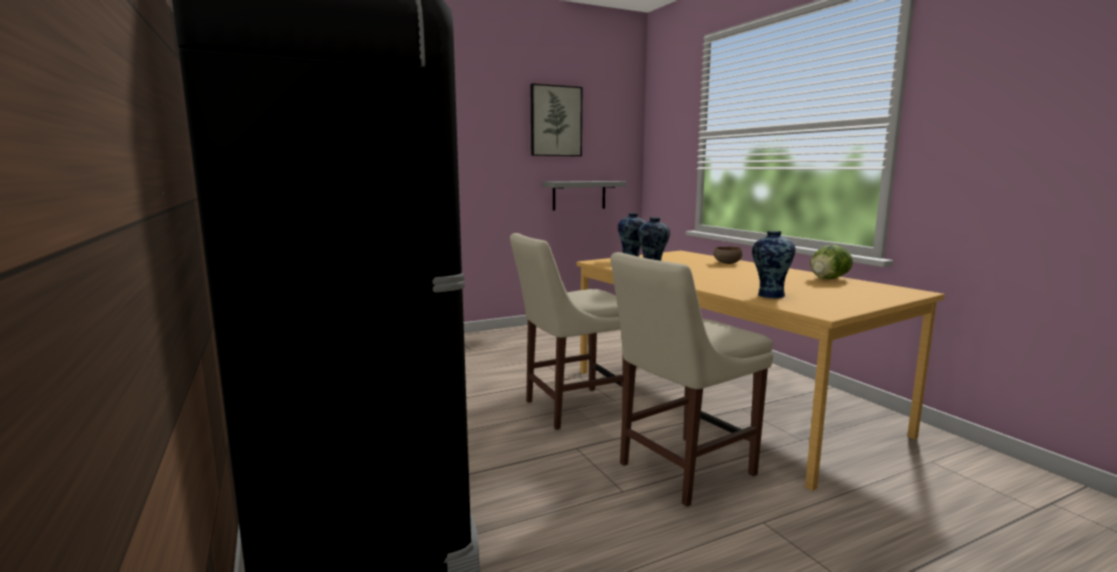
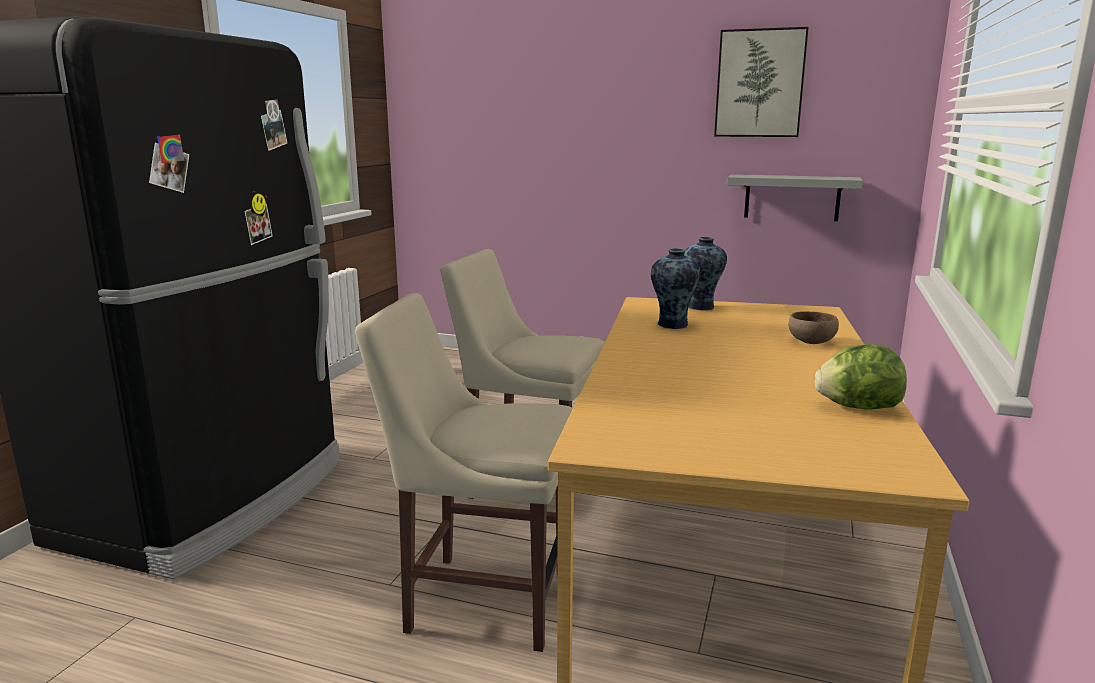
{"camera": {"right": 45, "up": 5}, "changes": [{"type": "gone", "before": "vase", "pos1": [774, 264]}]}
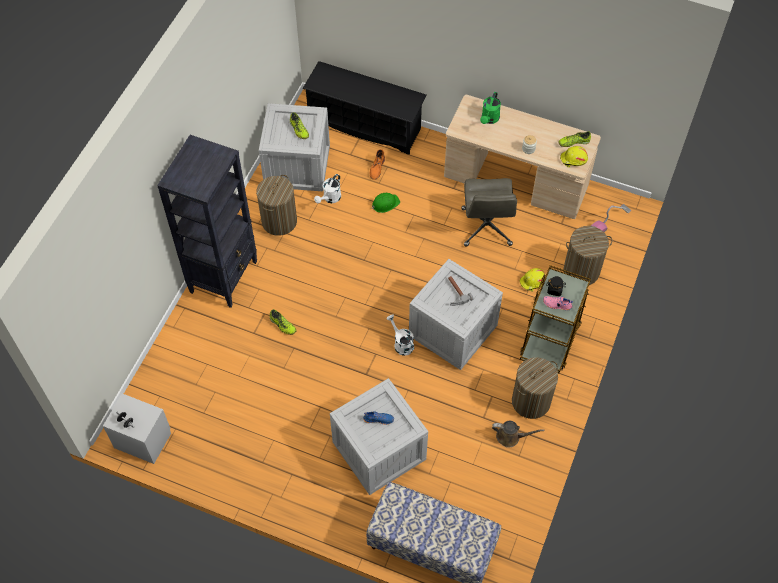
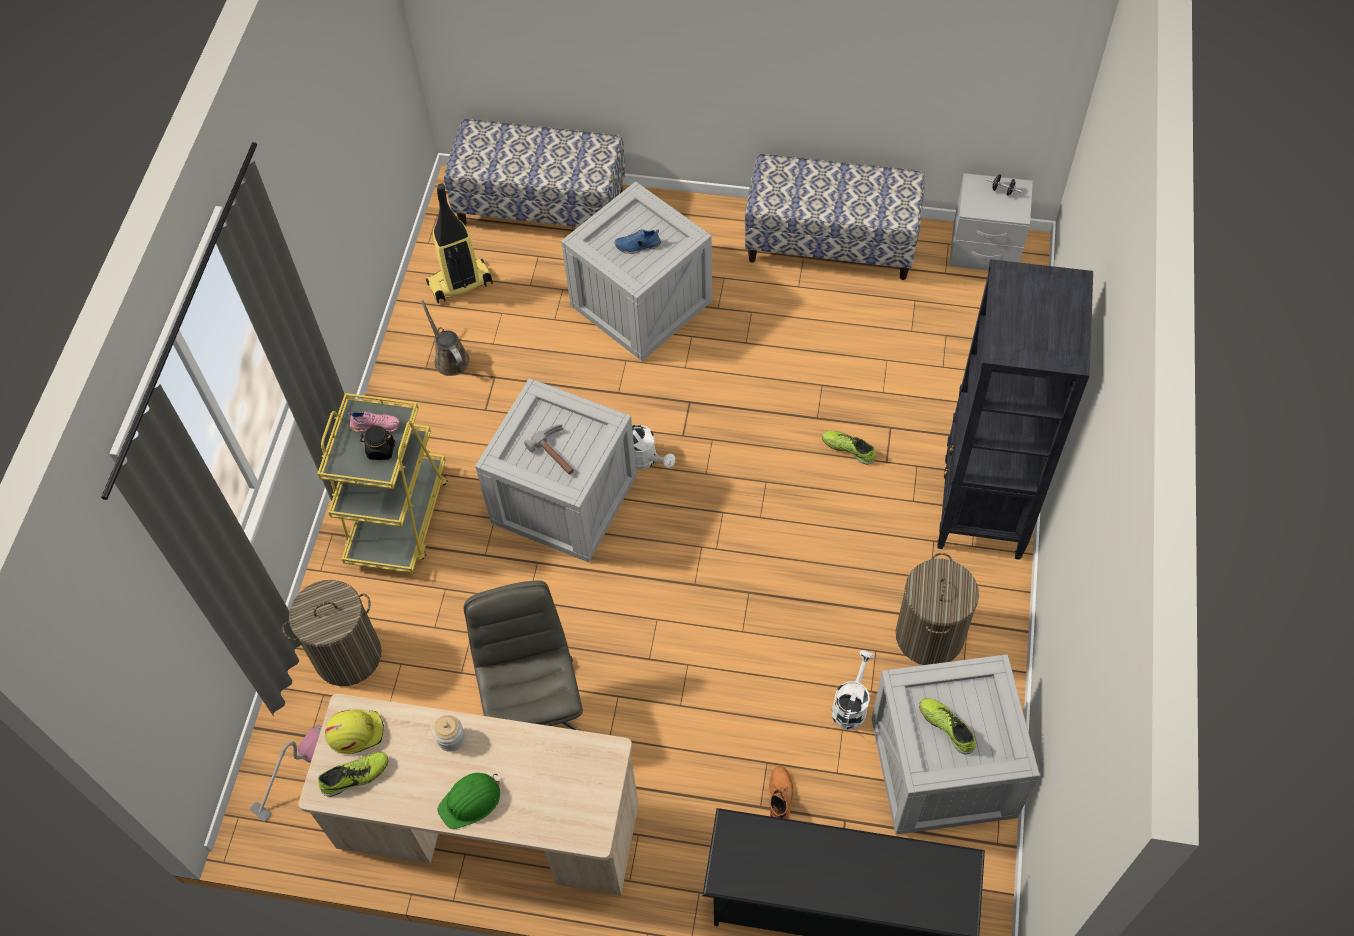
{"camera": {"right": 170, "up": 0}, "changes": [{"type": "repainted", "before": "brown cart", "after": "yellow cart", "pos1": [555, 319], "pos2": [382, 483]}, {"type": "rotated", "before": "brown watering can", "pos1": [518, 434], "pos2": [445, 338], "turn": 60}, {"type": "new", "after": "vacuum cleaner", "pos2": [459, 243]}, {"type": "shifted", "before": "green hard hat", "pos1": [386, 203], "pos2": [469, 801]}, {"type": "new", "after": "bench", "pos2": [835, 217]}, {"type": "gone", "before": "green watering can", "pos1": [490, 108]}, {"type": "gone", "before": "laundry basket", "pos1": [535, 388]}, {"type": "gone", "before": "yellow hard hat", "pos1": [532, 280]}]}
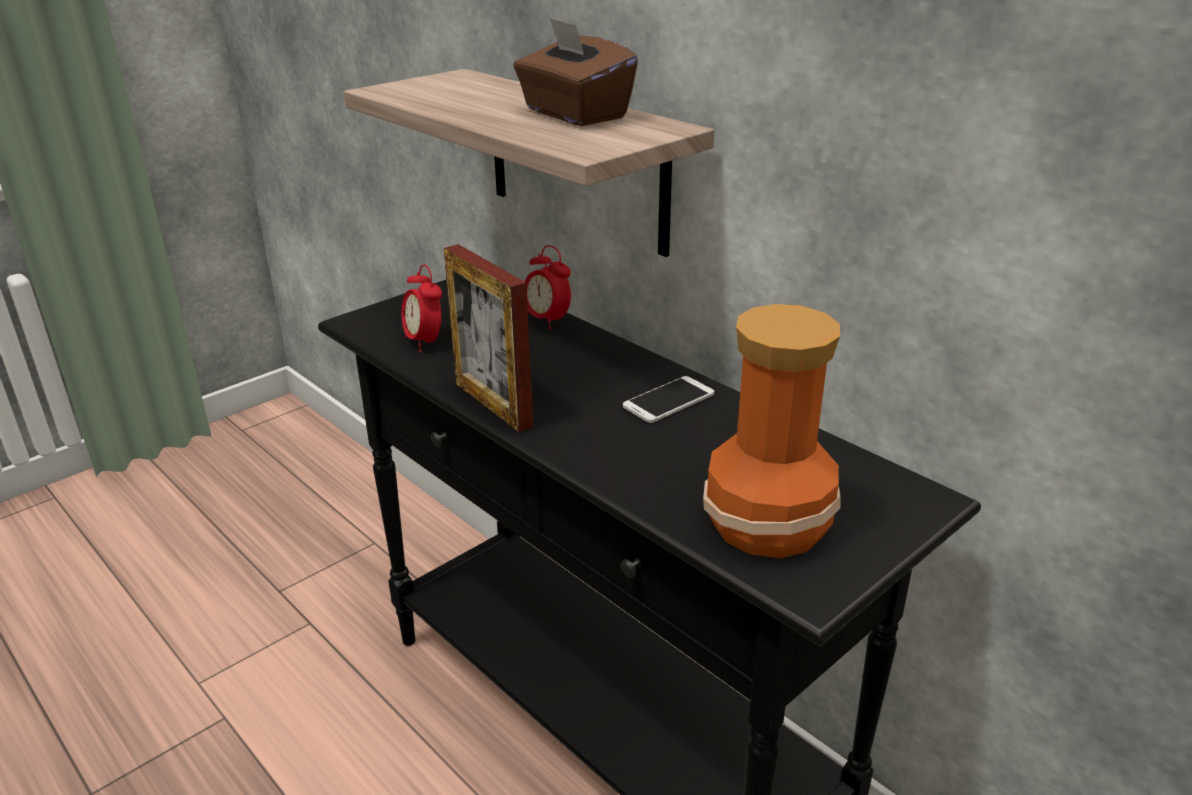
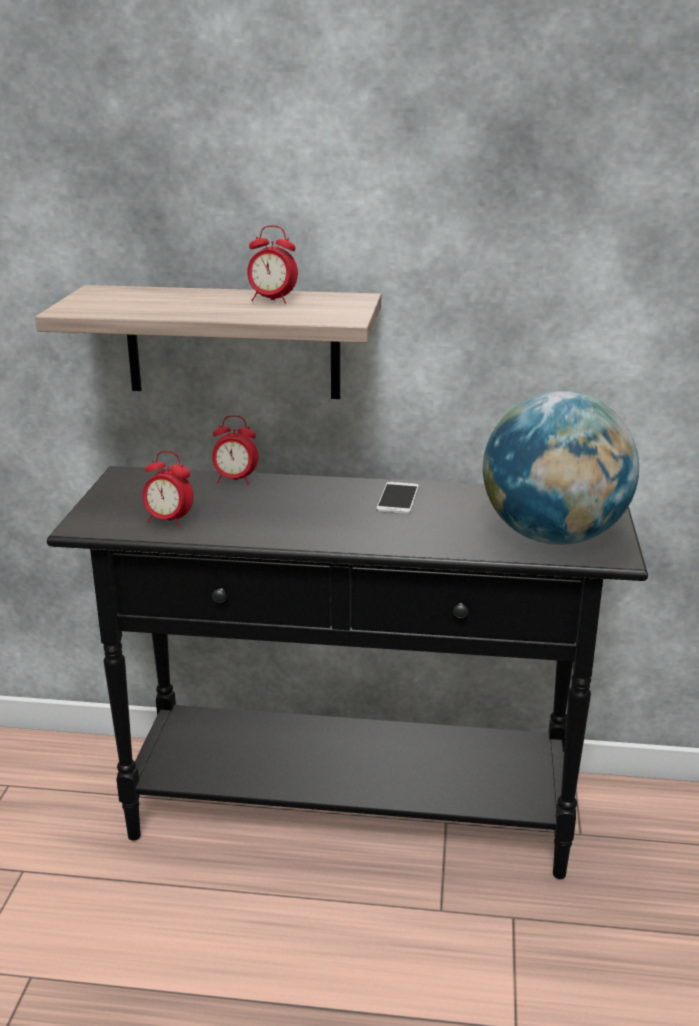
{"camera": {"right": -40, "up": -5}, "changes": [{"type": "swapped", "before": "brown tissue box", "after": "alarm clock", "pos1": [576, 71], "pos2": [272, 264]}, {"type": "swapped", "before": "vase", "after": "globe", "pos1": [772, 431], "pos2": [561, 468]}, {"type": "gone", "before": "picture frame", "pos1": [488, 338]}]}
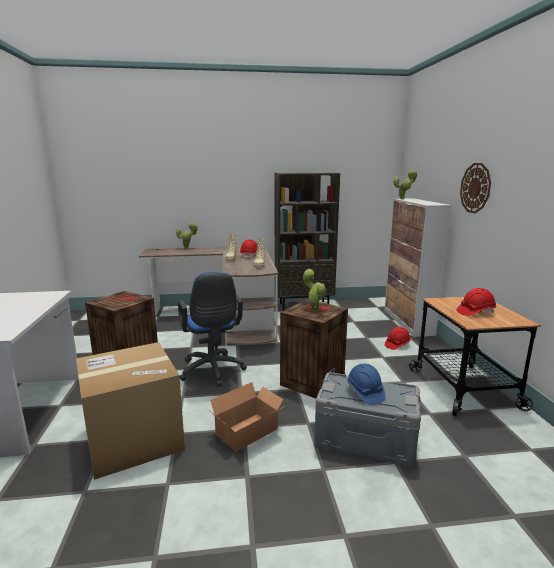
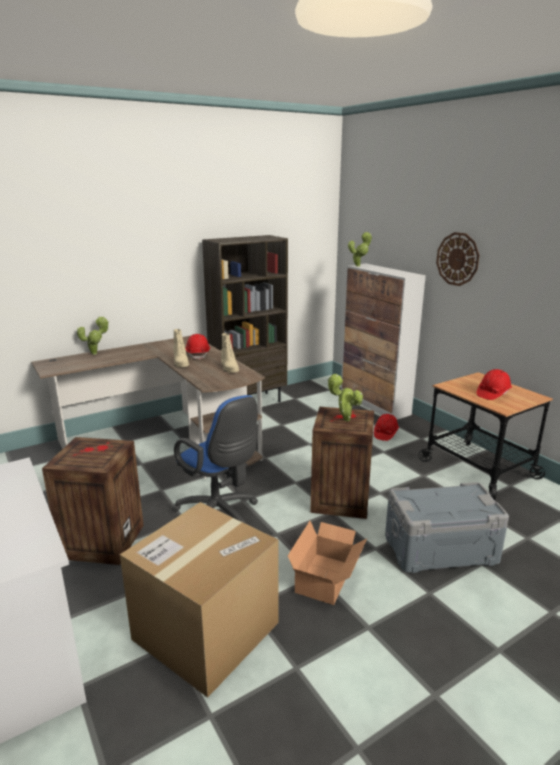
{"camera": {"right": -25, "up": 5}, "changes": [{"type": "gone", "before": "blue hard hat", "pos1": [366, 384]}]}
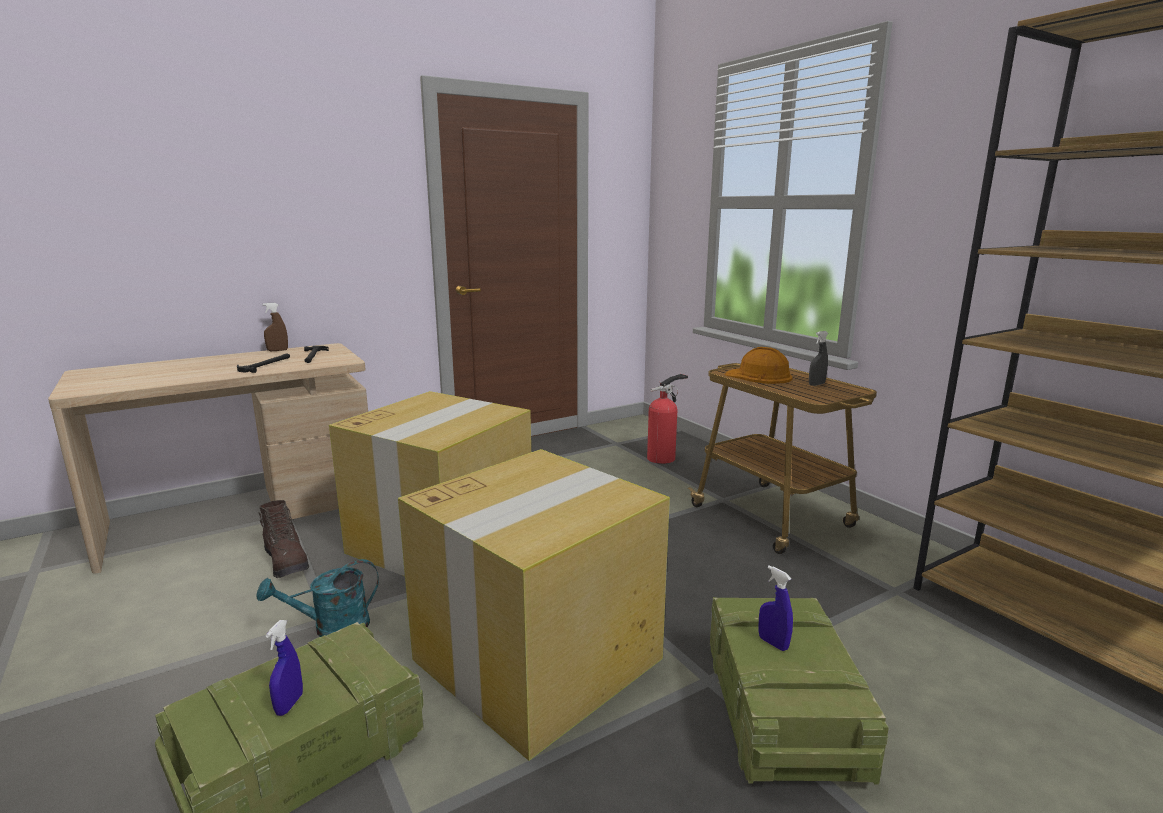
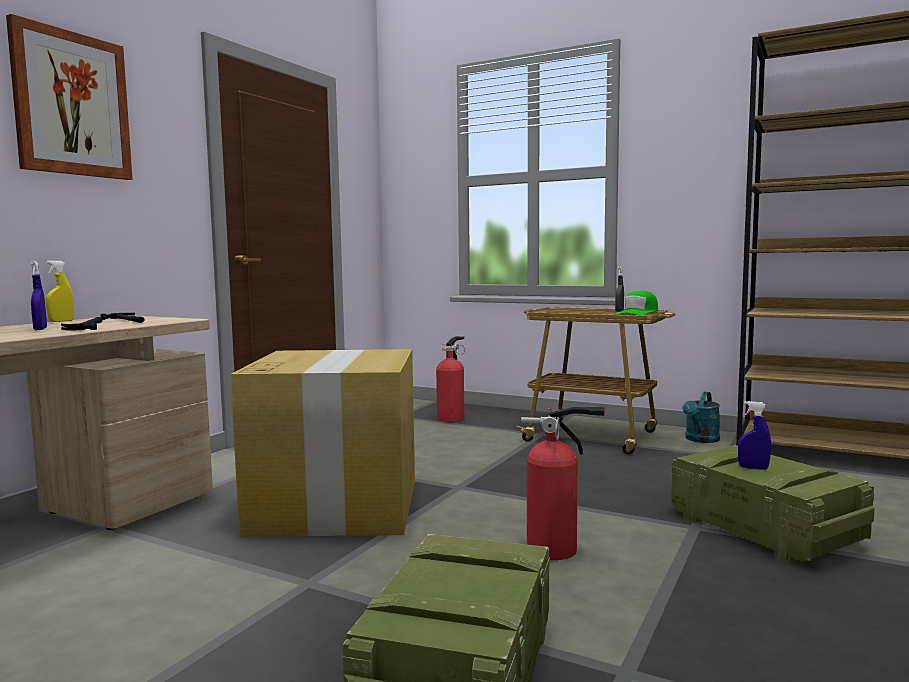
{"camera": {"right": -30, "up": -10}, "changes": [{"type": "new", "after": "picture", "pos2": [69, 97]}, {"type": "shifted", "before": "blue spray bottle", "pos1": [284, 668], "pos2": [39, 295]}, {"type": "repainted", "before": "brown spray bottle", "after": "yellow spray bottle", "pos1": [275, 327], "pos2": [60, 291]}, {"type": "swapped", "before": "cardboard box", "after": "fire extinguisher", "pos1": [534, 605], "pos2": [563, 483]}, {"type": "new", "after": "green cap", "pos2": [637, 303]}, {"type": "shifted", "before": "turquoise watering can", "pos1": [317, 598], "pos2": [701, 417]}, {"type": "gone", "before": "brown boot", "pos1": [283, 539]}, {"type": "gone", "before": "orange hard hat", "pos1": [759, 365]}]}
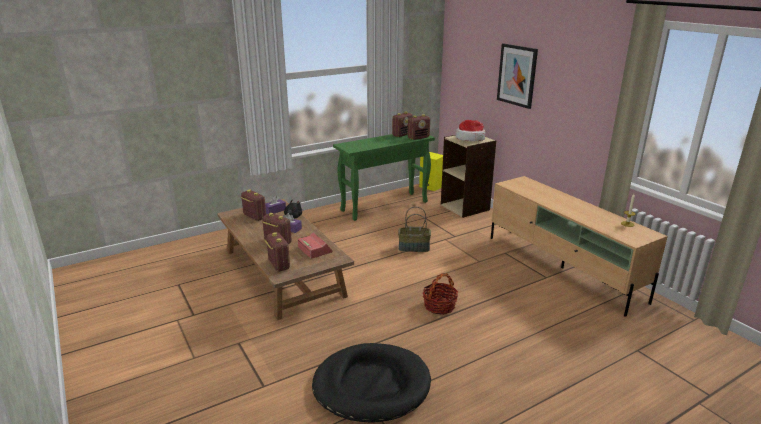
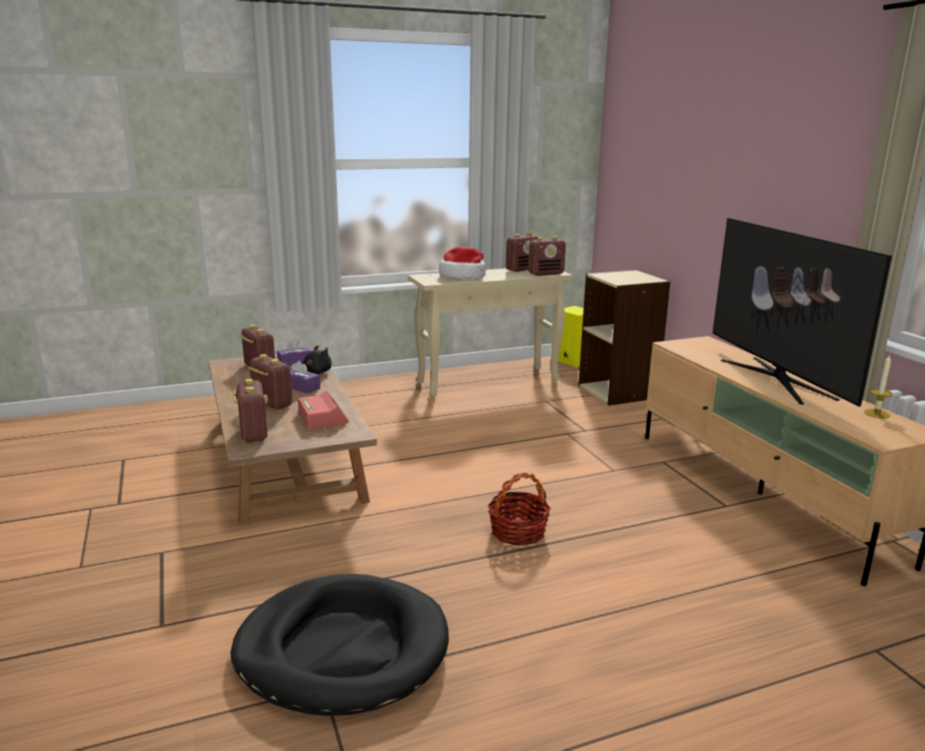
{"camera": {"right": 10, "up": -5}, "changes": [{"type": "repainted", "before": "green console table", "after": "beige console table", "pos1": [384, 177], "pos2": [490, 332]}, {"type": "shifted", "before": "hat", "pos1": [470, 130], "pos2": [462, 262]}, {"type": "new", "after": "television", "pos2": [802, 312]}, {"type": "gone", "before": "basket", "pos1": [414, 229]}, {"type": "gone", "before": "picture", "pos1": [517, 76]}]}
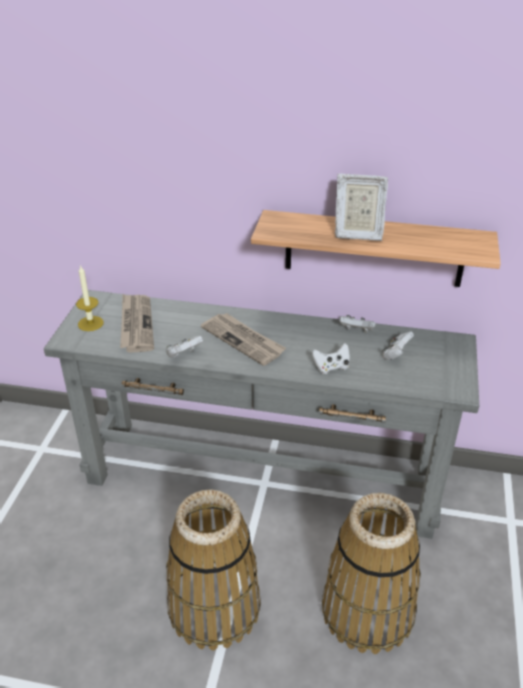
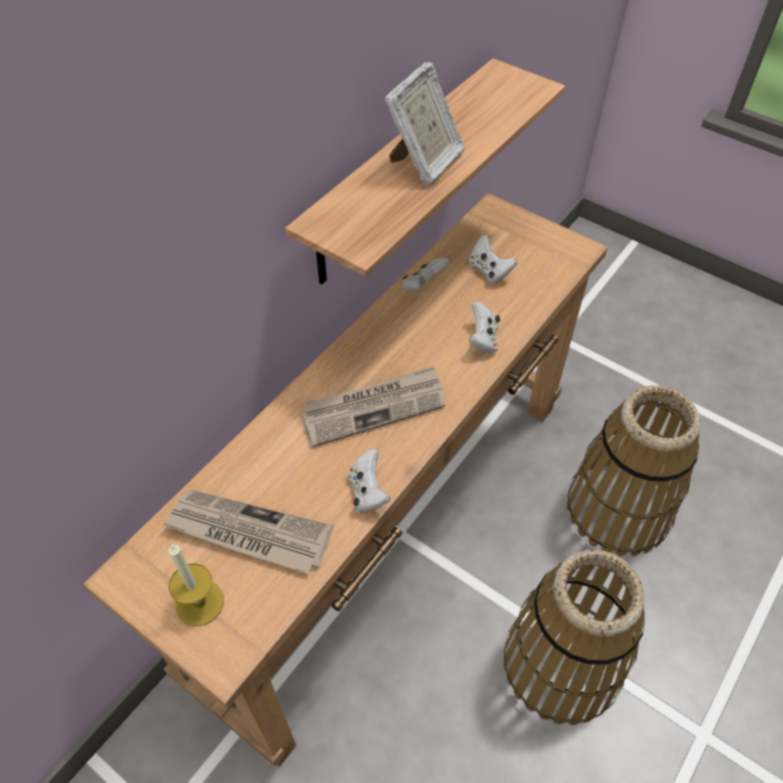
{"camera": {"right": -65, "up": 15}, "changes": [{"type": "repainted", "before": "grey console table", "after": "brown console table", "pos1": [262, 414], "pos2": [345, 480]}]}
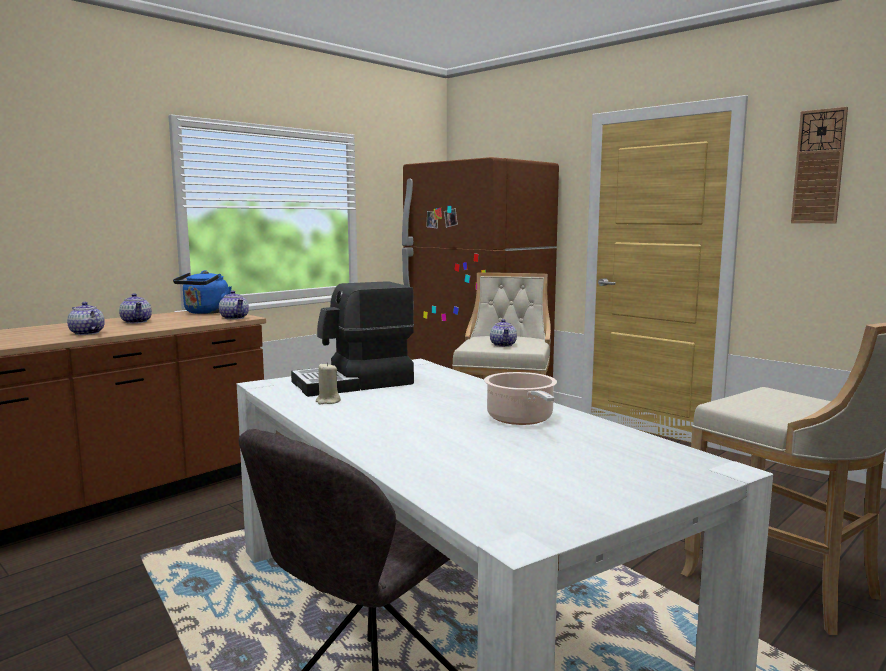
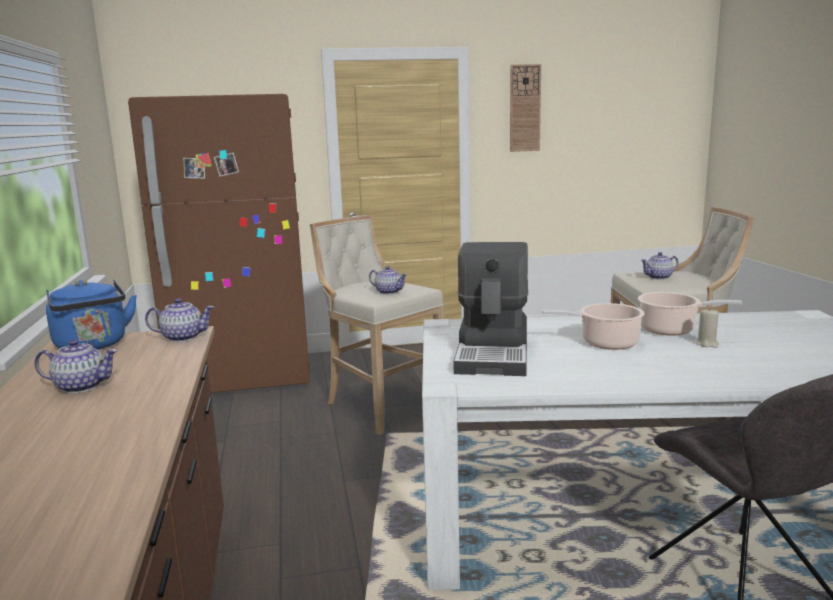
{"camera": {"right": -55, "up": 5}, "changes": [{"type": "new", "after": "cooking pot", "pos2": [593, 326]}, {"type": "shifted", "before": "teapot", "pos1": [86, 318], "pos2": [660, 266]}, {"type": "shifted", "before": "beige candle", "pos1": [328, 383], "pos2": [707, 328]}]}
